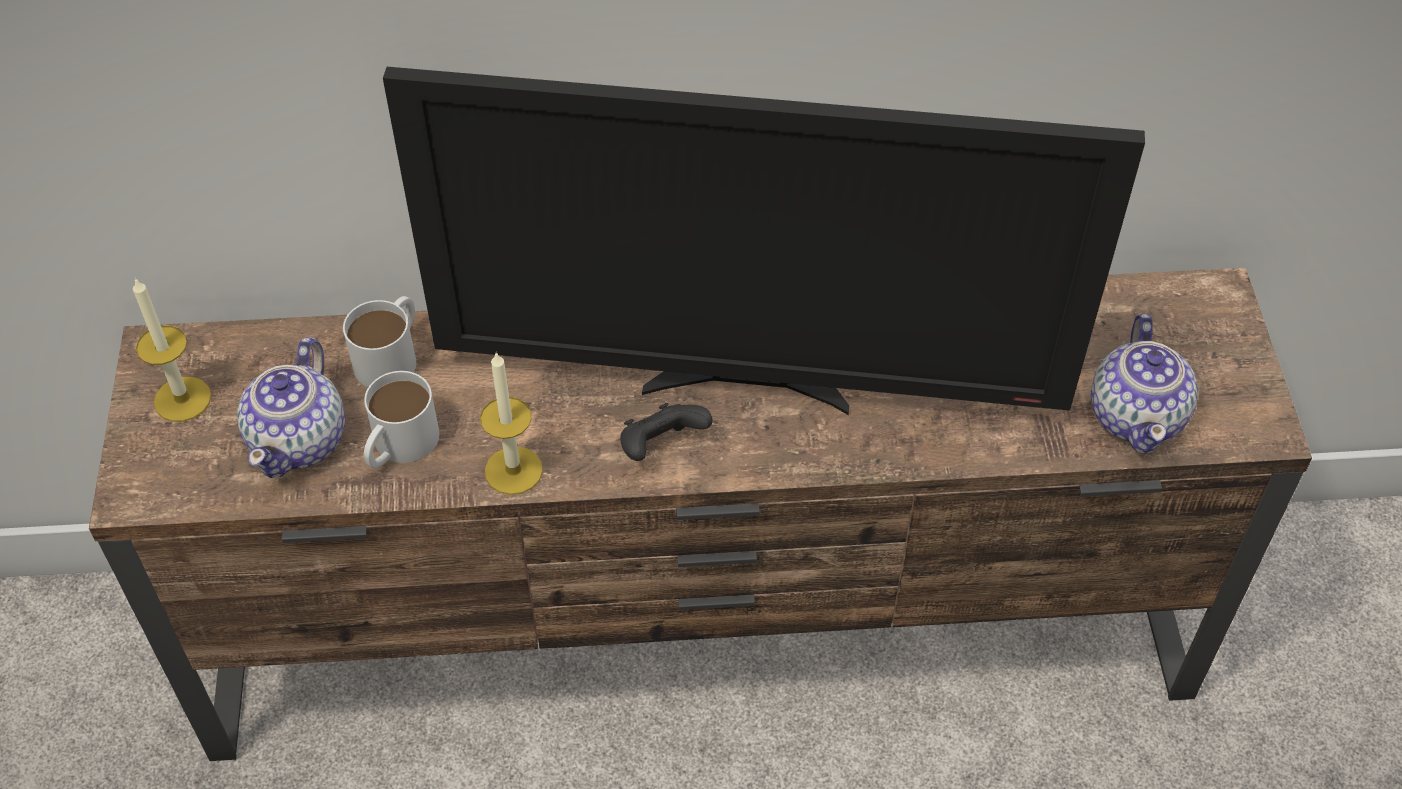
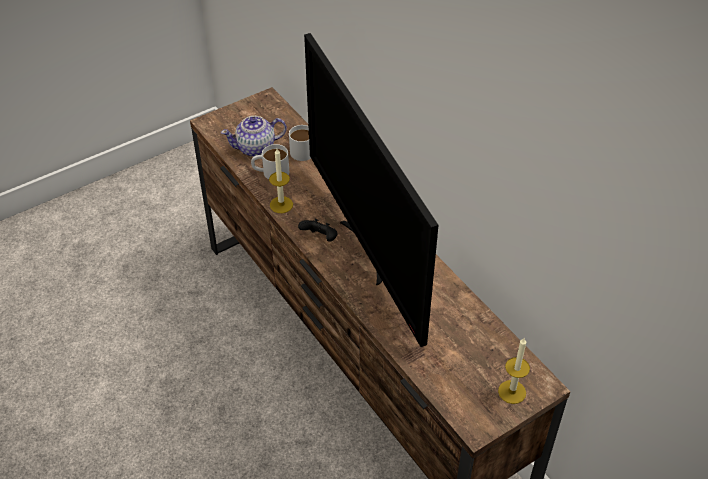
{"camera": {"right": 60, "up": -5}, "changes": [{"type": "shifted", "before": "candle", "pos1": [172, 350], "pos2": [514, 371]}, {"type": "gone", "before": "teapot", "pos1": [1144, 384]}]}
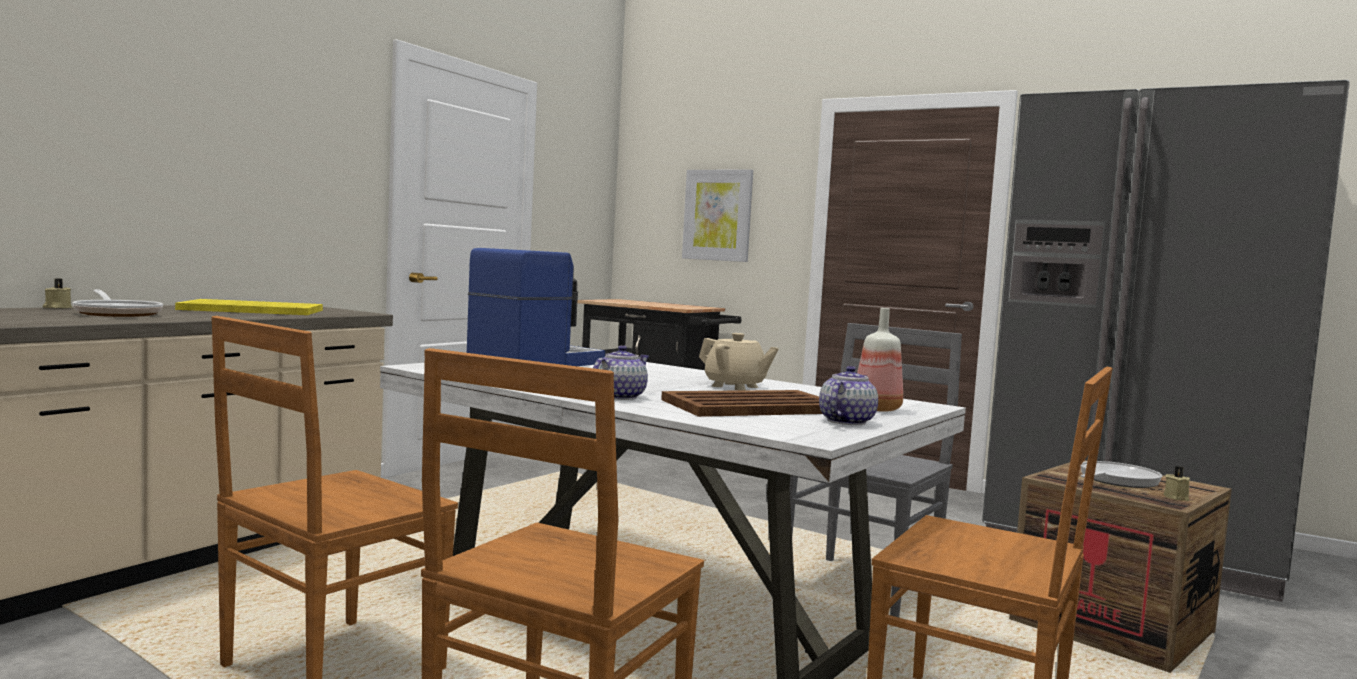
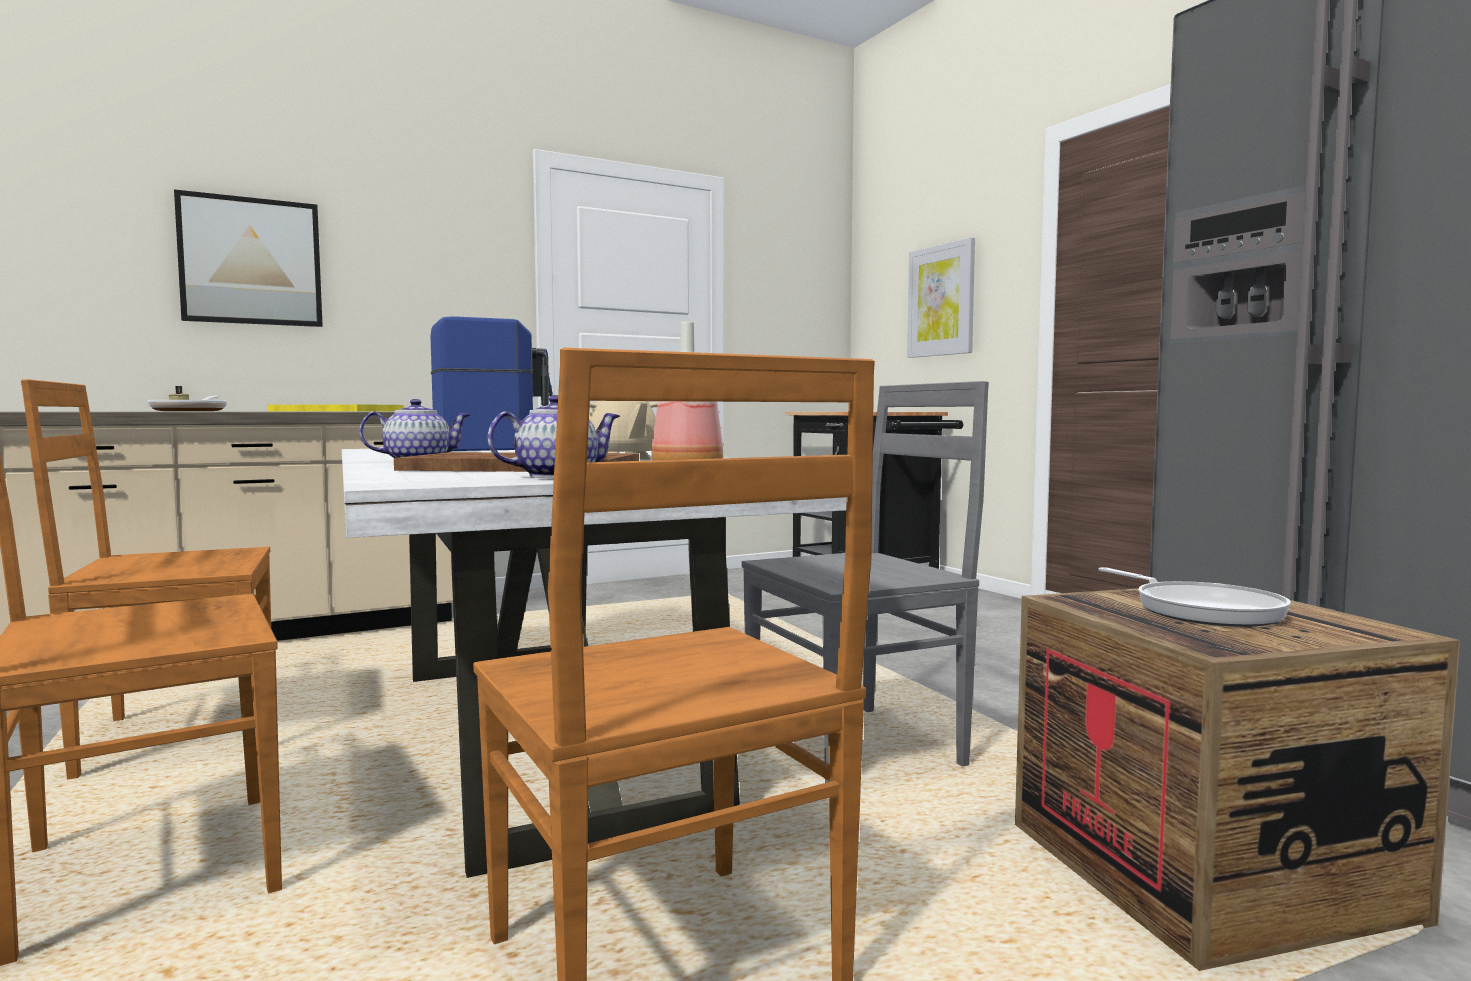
{"camera": {"right": 30, "up": 0}, "changes": [{"type": "new", "after": "picture", "pos2": [248, 258]}, {"type": "rotated", "before": "frying pan", "pos1": [1121, 474], "pos2": [1195, 597], "turn": 75}, {"type": "gone", "before": "beige candle", "pos1": [1177, 483]}]}
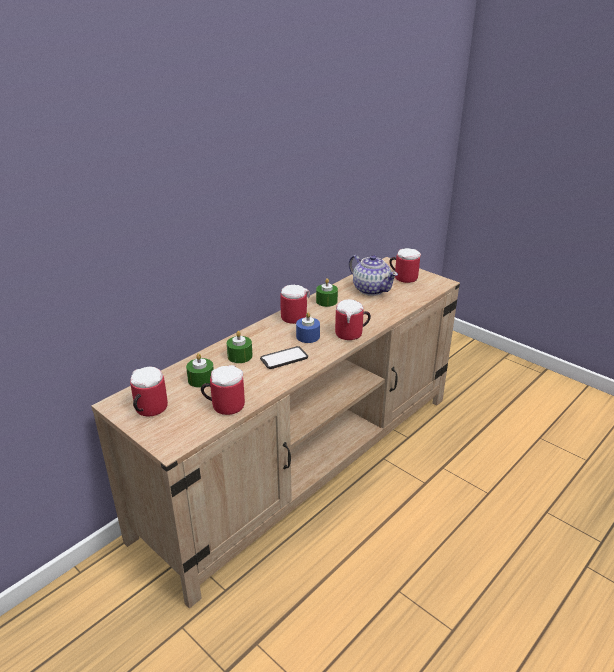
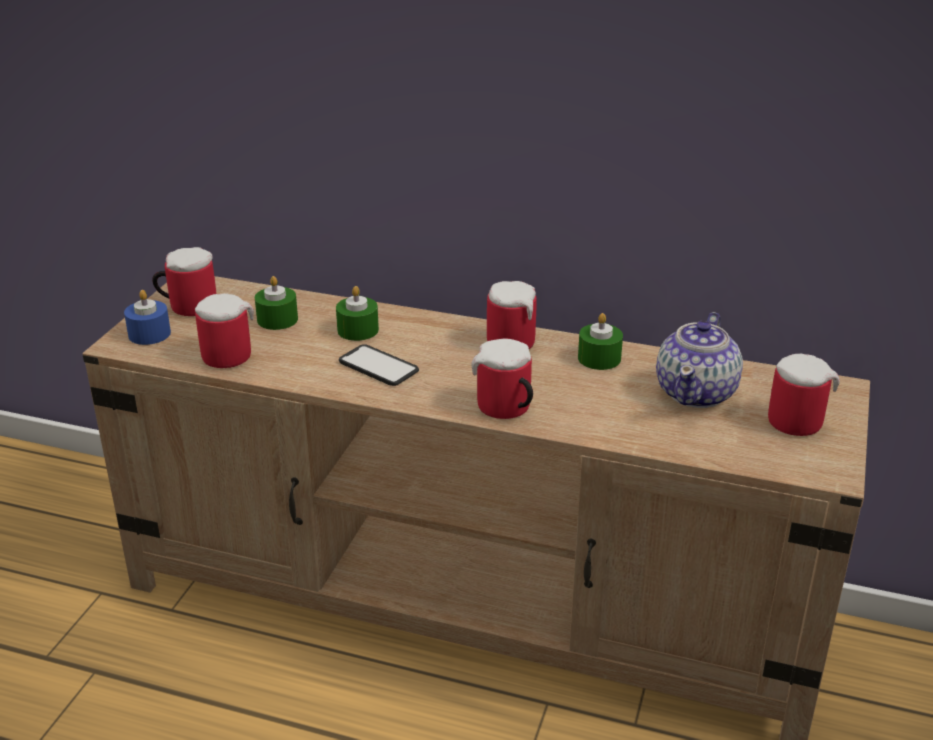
{"camera": {"right": 65, "up": 0}, "changes": [{"type": "shifted", "before": "blue candle", "pos1": [308, 327], "pos2": [147, 317]}]}
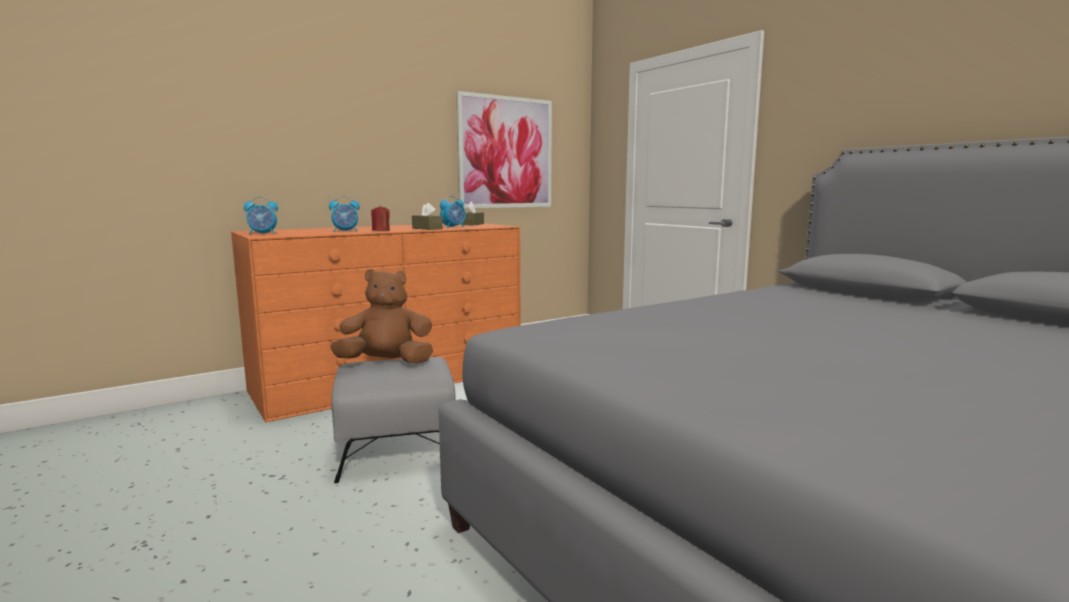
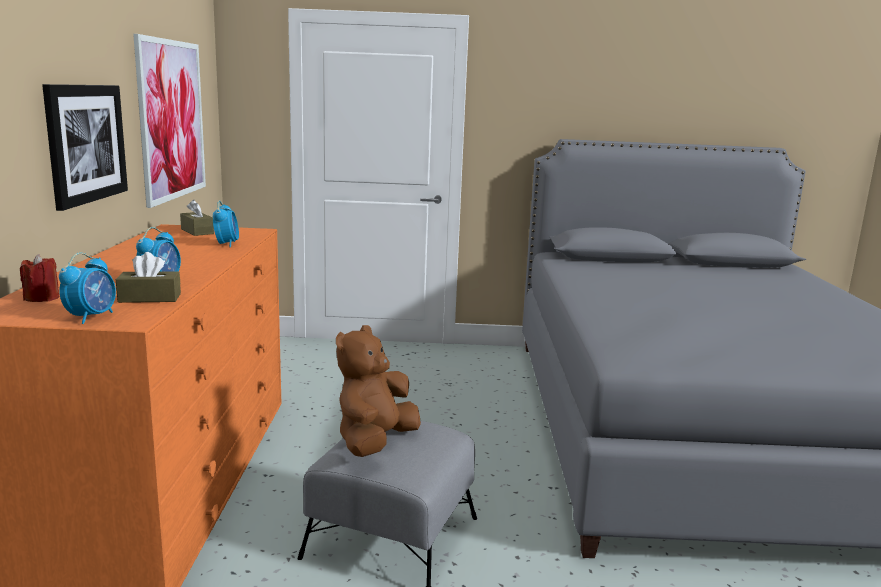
{"camera": {"right": -55, "up": 5}, "changes": [{"type": "shifted", "before": "red candle", "pos1": [380, 218], "pos2": [40, 278]}, {"type": "new", "after": "picture", "pos2": [85, 147]}, {"type": "shifted", "before": "brown tissue box", "pos1": [427, 216], "pos2": [148, 277]}]}
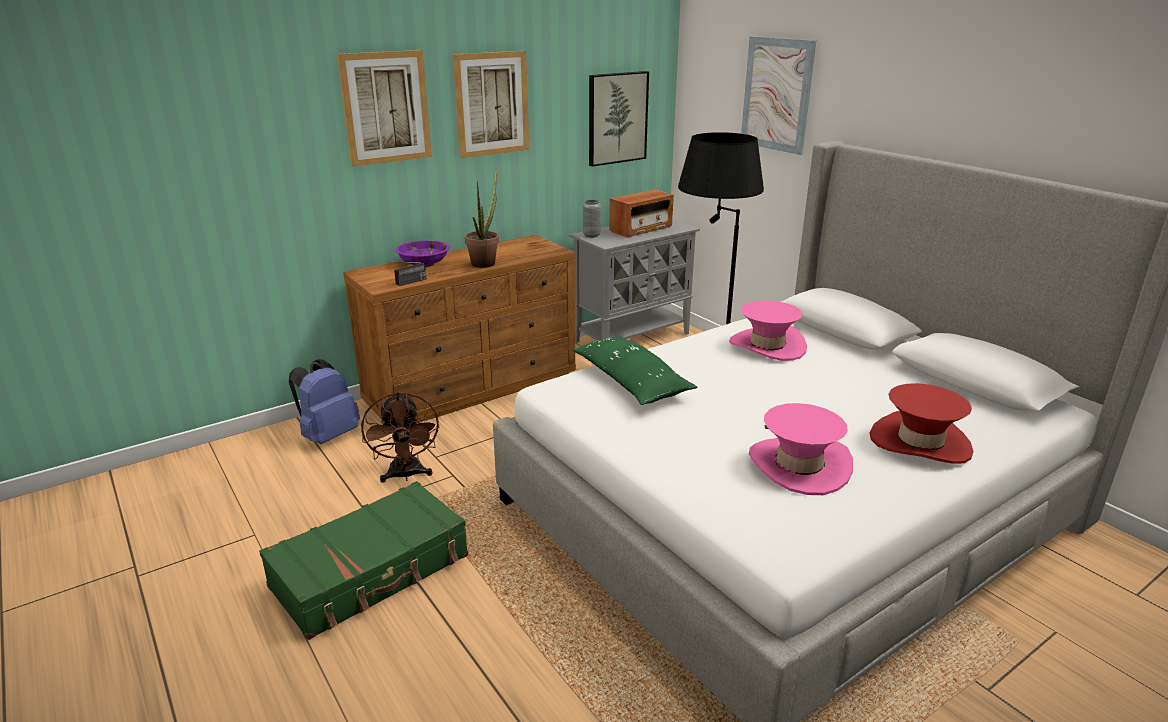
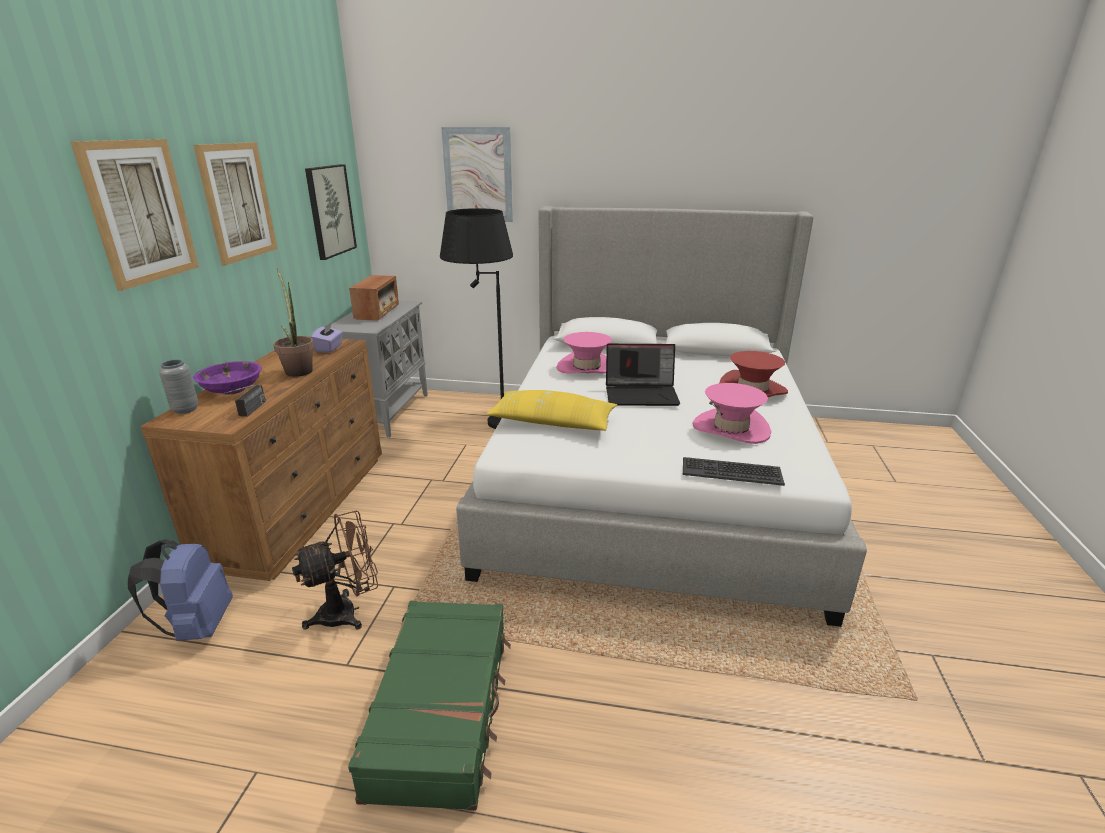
{"camera": {"right": -45, "up": 0}, "changes": [{"type": "shifted", "before": "grey vase", "pos1": [592, 219], "pos2": [179, 387]}, {"type": "rotated", "before": "brown fan", "pos1": [400, 437], "pos2": [335, 570], "turn": -60}, {"type": "new", "after": "purple tissue box", "pos2": [326, 337]}, {"type": "repainted", "before": "green pillow", "after": "yellow pillow", "pos1": [635, 370], "pos2": [551, 410]}, {"type": "new", "after": "laptop", "pos2": [643, 375]}, {"type": "new", "after": "keyboard", "pos2": [734, 471]}]}
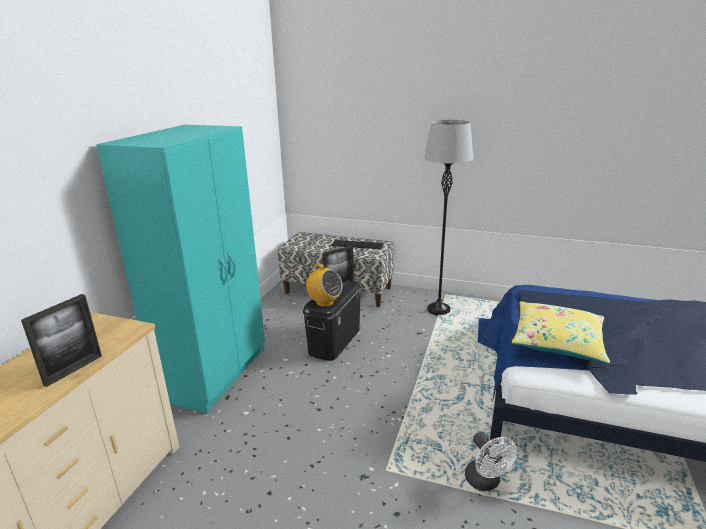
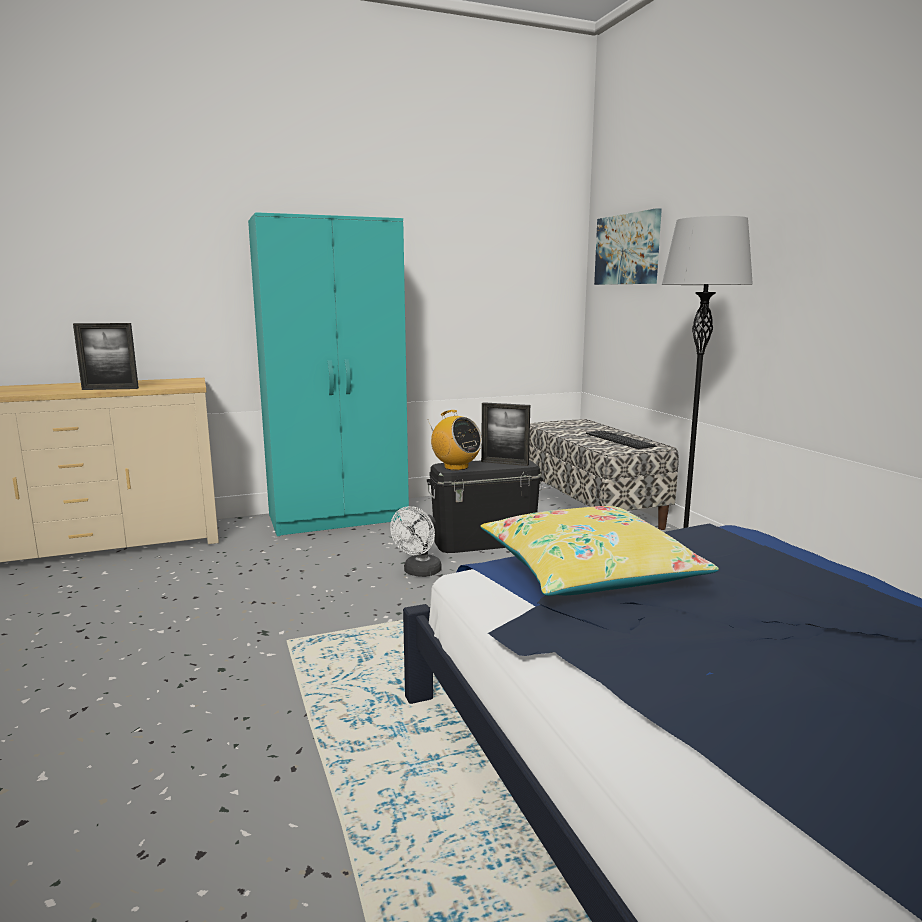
{"camera": {"right": 50, "up": -10}, "changes": [{"type": "shifted", "before": "white fan", "pos1": [491, 461], "pos2": [416, 541]}, {"type": "rotated", "before": "radio", "pos1": [323, 285], "pos2": [455, 440], "turn": -45}, {"type": "new", "after": "picture", "pos2": [628, 246]}]}
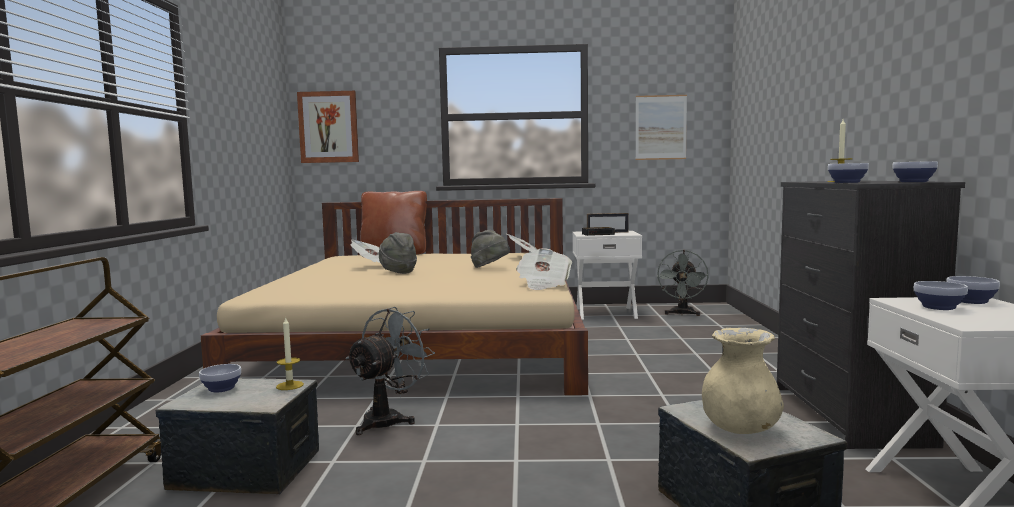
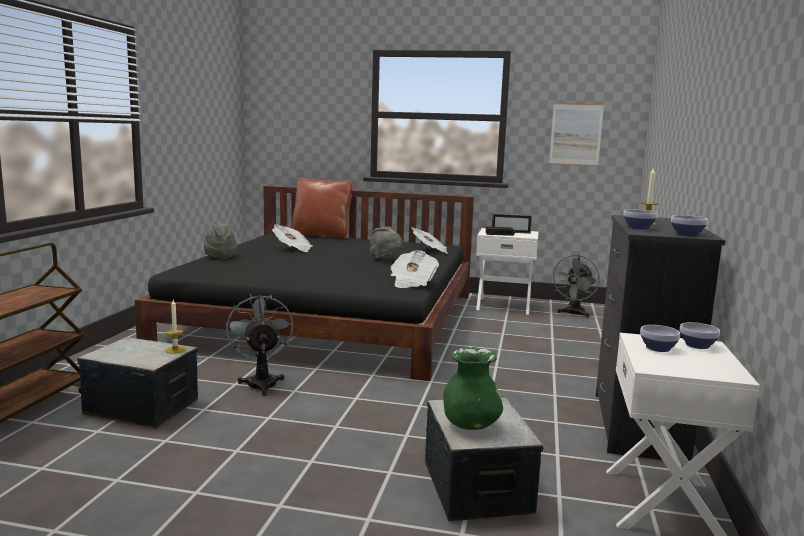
{"camera": {"right": 10, "up": 5}, "changes": [{"type": "repainted", "before": "beige bed", "after": "black bed", "pos1": [394, 296], "pos2": [304, 283]}, {"type": "shifted", "before": "grey hat", "pos1": [398, 253], "pos2": [220, 241]}, {"type": "rotated", "before": "grey fan", "pos1": [390, 371], "pos2": [259, 345], "turn": -60}, {"type": "repainted", "before": "beige vase", "after": "green vase", "pos1": [743, 381], "pos2": [473, 388]}, {"type": "gone", "before": "bowl", "pos1": [220, 378]}, {"type": "gone", "before": "picture", "pos1": [328, 127]}]}
